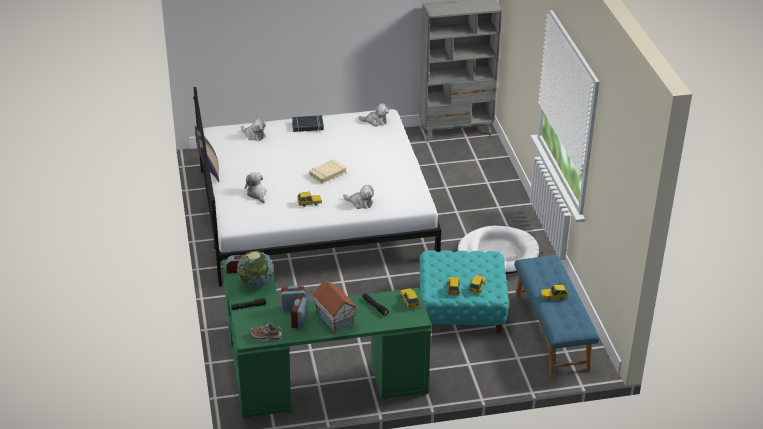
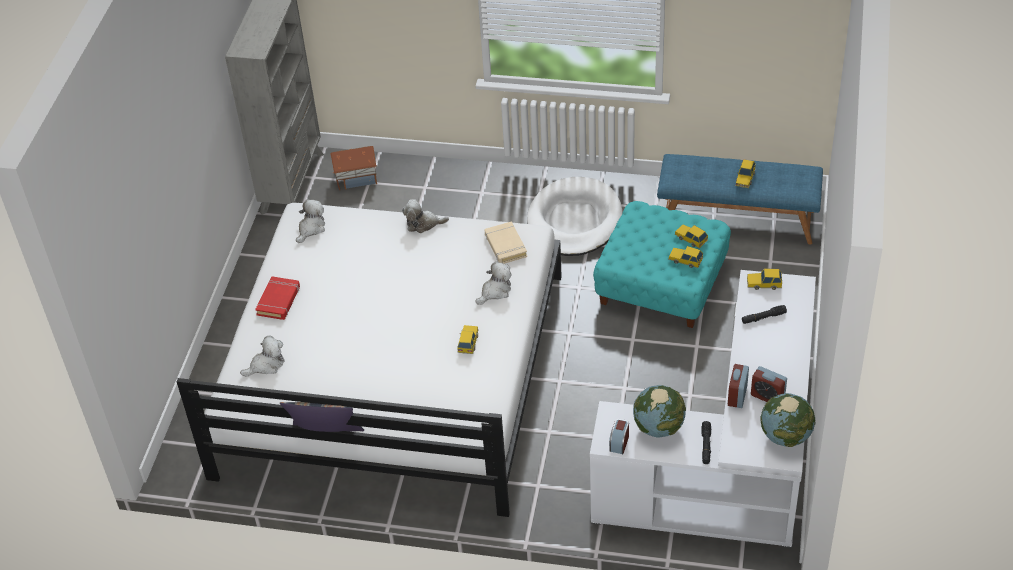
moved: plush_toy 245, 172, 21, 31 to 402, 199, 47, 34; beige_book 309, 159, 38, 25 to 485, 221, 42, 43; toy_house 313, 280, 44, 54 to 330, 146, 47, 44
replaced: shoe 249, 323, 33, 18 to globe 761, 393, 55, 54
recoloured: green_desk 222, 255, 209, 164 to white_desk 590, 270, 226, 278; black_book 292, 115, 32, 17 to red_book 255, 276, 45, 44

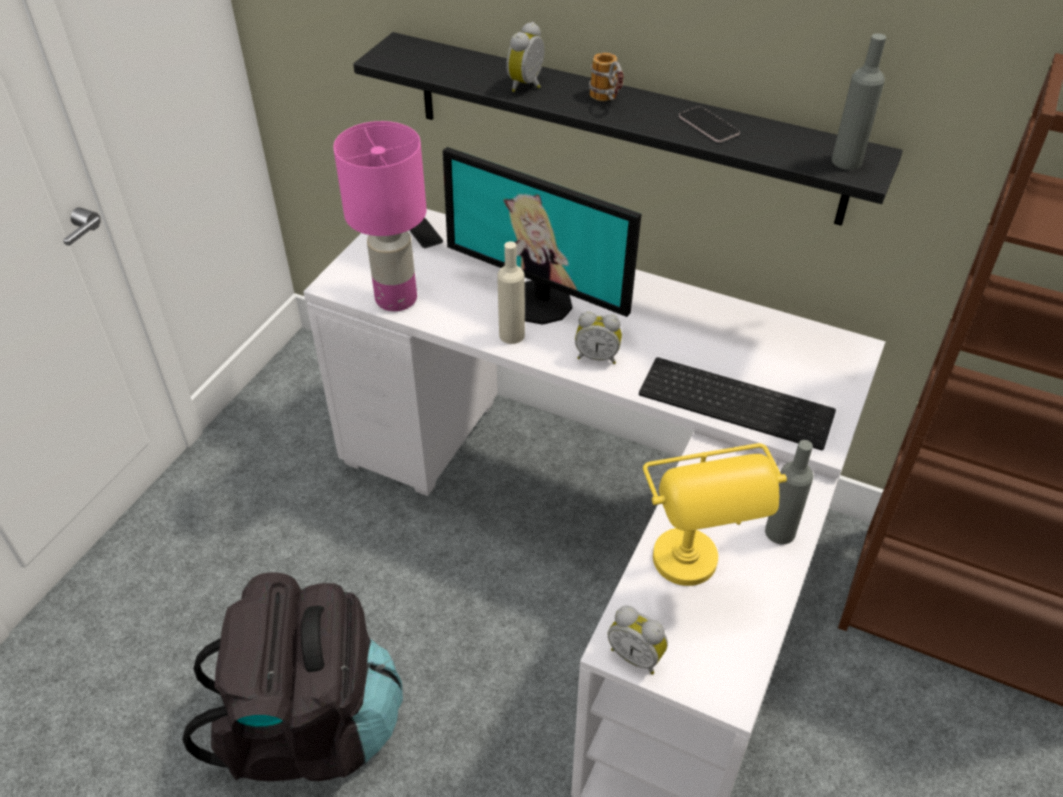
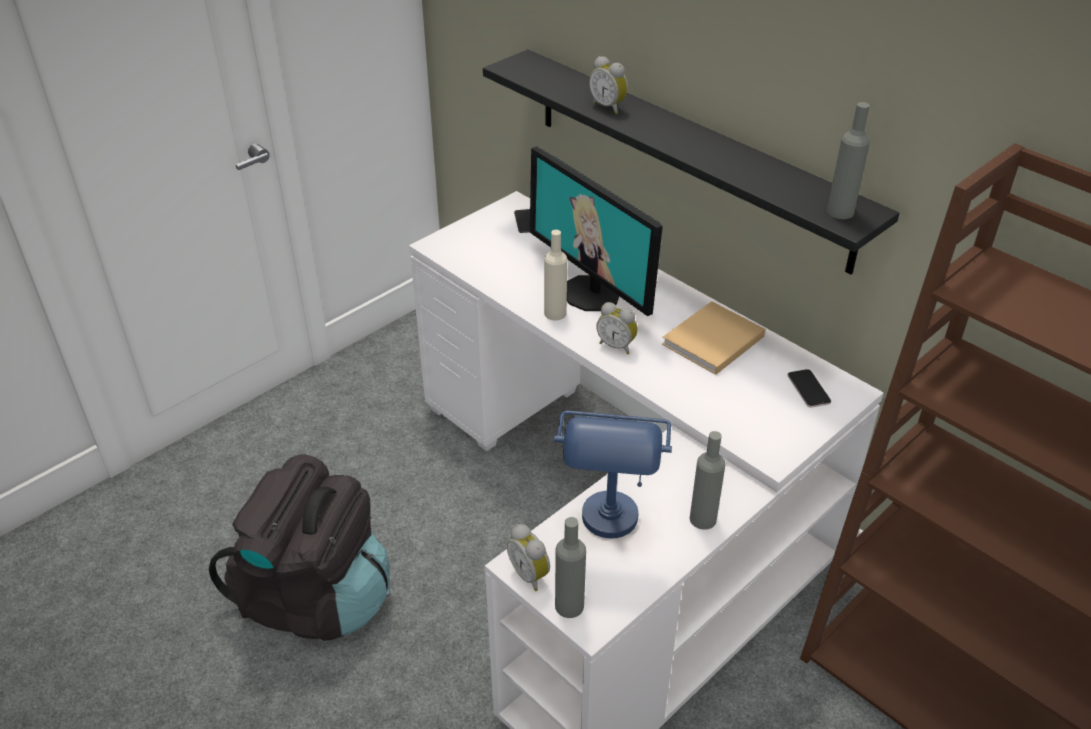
removed: pink_table_lamp 333, 121, 94, 190; mug 589, 53, 35, 48; keyboard 639, 357, 197, 93
added: grey_bottle 555, 517, 31, 101; beige_book 662, 301, 103, 74
moved: phone 679, 106, 61, 36 to 787, 369, 44, 39
recoloured: yellow_table_lamp 643, 443, 144, 143 to blue_table_lamp 554, 410, 118, 128
turned: alarm_clock 506, 22, 38, 70 = 589, 56, 39, 58 90 degrees counterclockwise

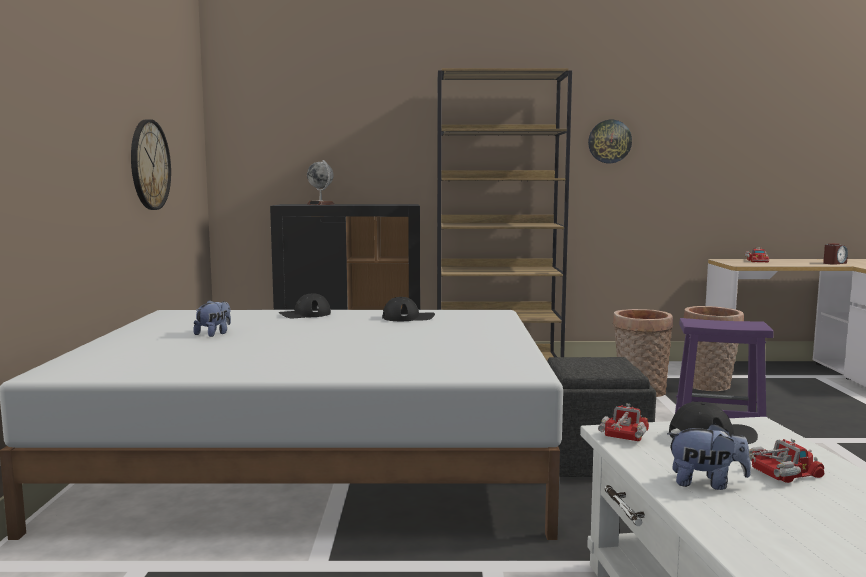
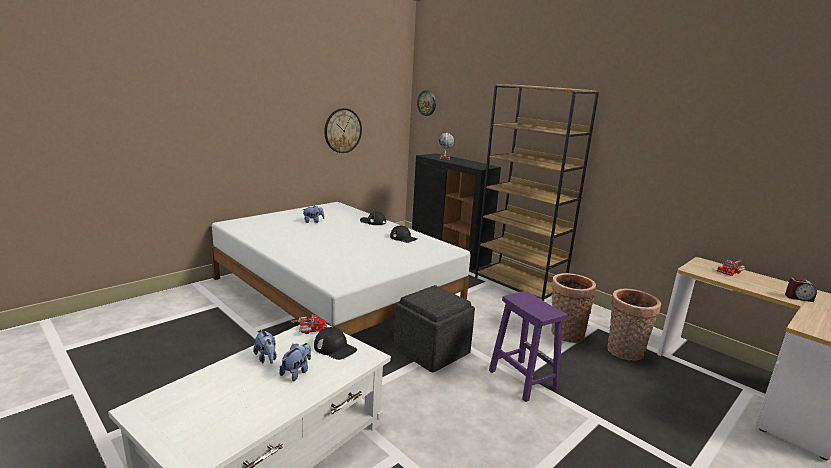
moved: wall_clock 588, 120, 44, 43 to 417, 90, 19, 26
replaced: toy_truck 749, 439, 76, 44 to plush_toy 279, 343, 32, 38

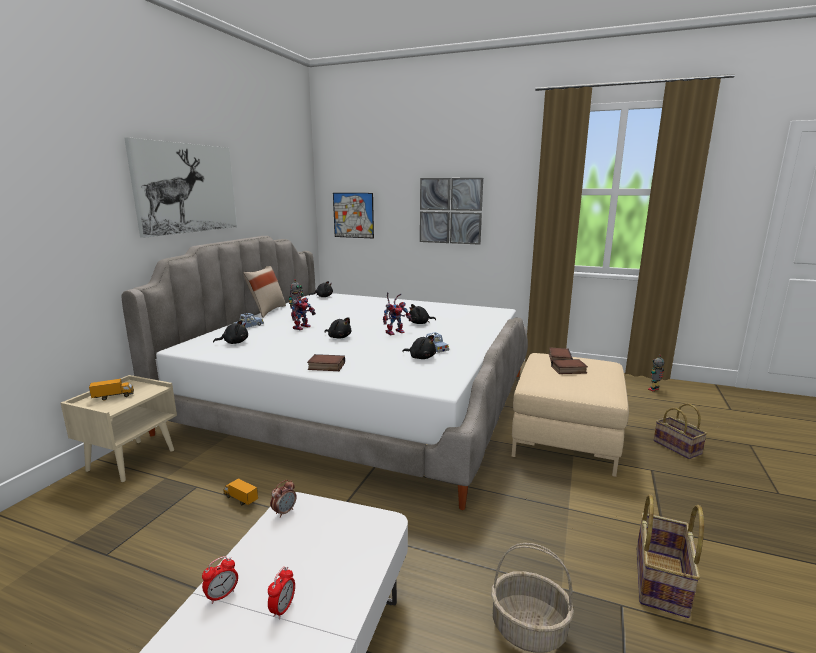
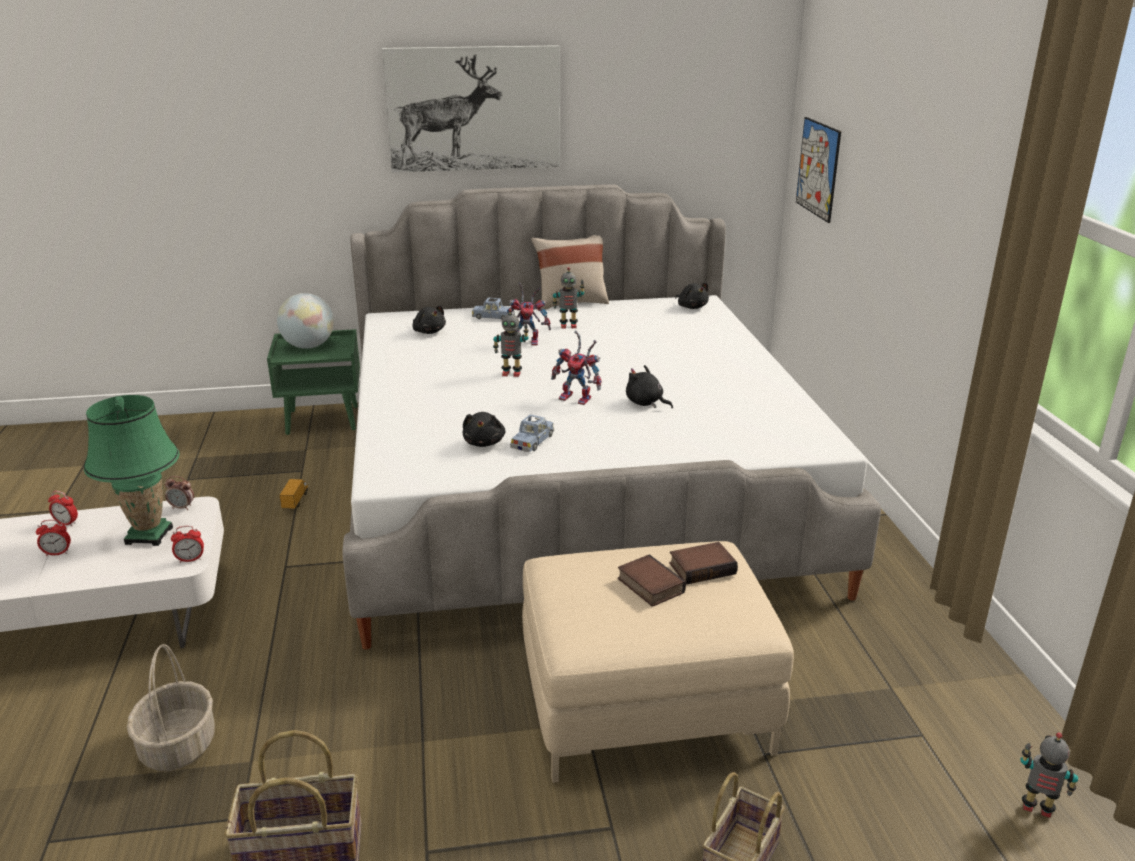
removed: book 307, 354, 38, 17; picture 420, 178, 63, 67
added: green_table_lamp 84, 395, 96, 151; alarm_clock 171, 526, 33, 37
replaced: toy_truck 89, 379, 45, 22 to globe 277, 293, 57, 56; black_plush_toy 324, 317, 27, 22 to toy_robot 493, 308, 36, 69
recoloured: beige_nightstand 61, 375, 116, 107 to green_nightstand 267, 329, 93, 106

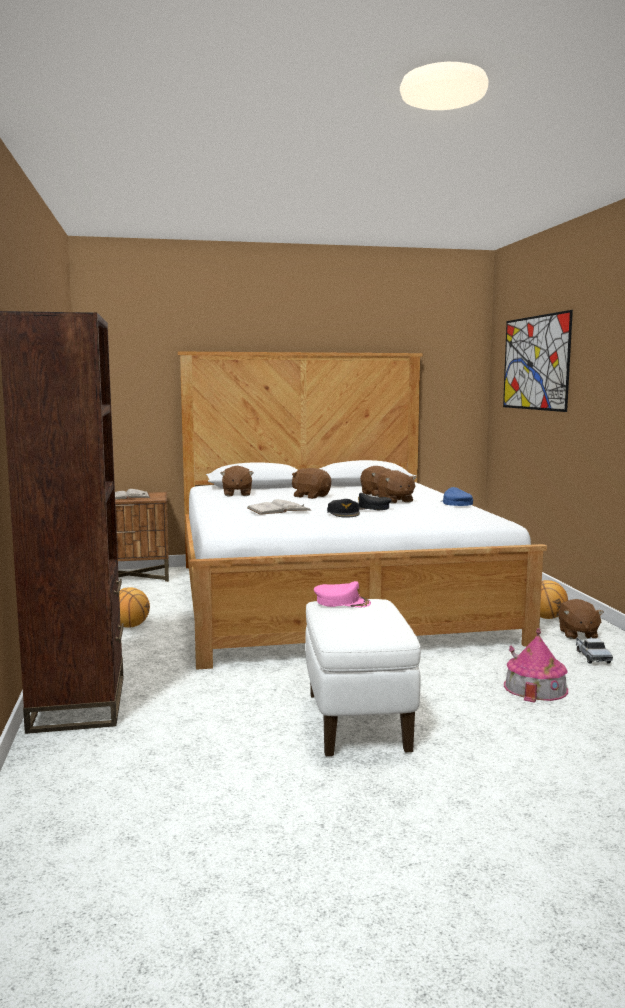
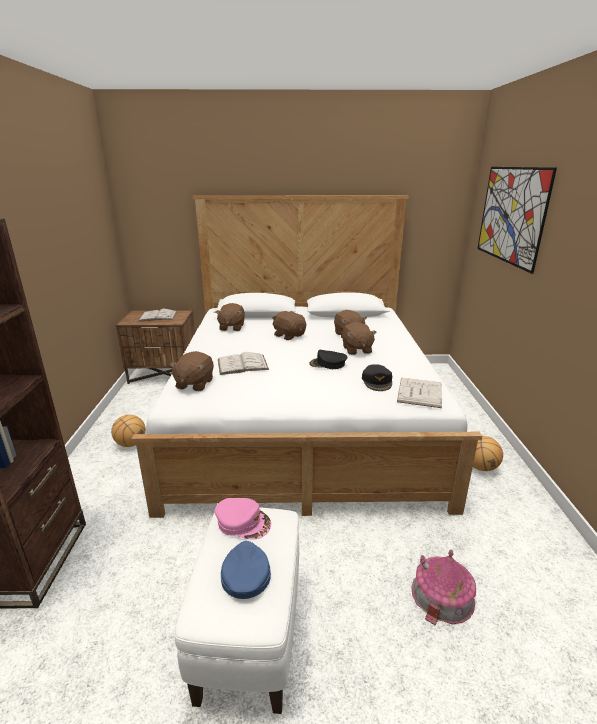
removed: toy_truck 576, 637, 37, 27
added: white_book 397, 378, 45, 30
moved: black_cap 327, 499, 33, 19 to 362, 364, 30, 27; blue_cap 441, 487, 32, 19 to 221, 541, 50, 58; brown_plush_toy 558, 599, 46, 40 to 169, 351, 45, 40

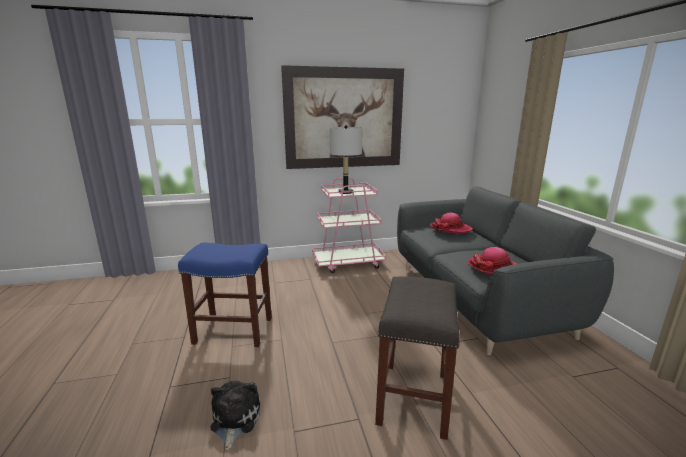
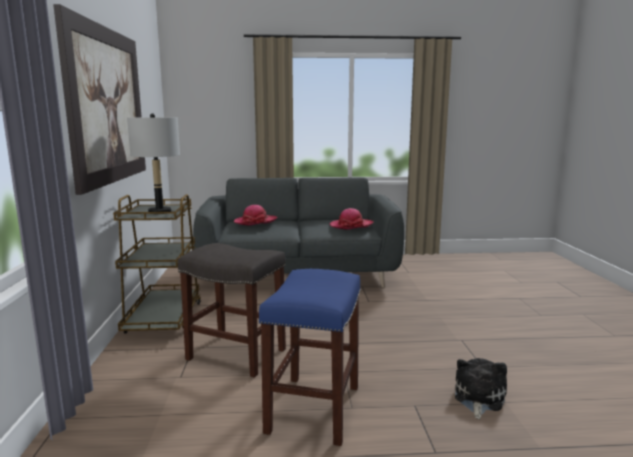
moved: grey_stool 375, 276, 85, 164 to 178, 243, 108, 135
recoloured: pink_cart 312, 177, 74, 96 to brown_cart 113, 194, 88, 139
turned: plush_toy 210, 380, 50, 70 = 455, 358, 52, 61 105 degrees clockwise

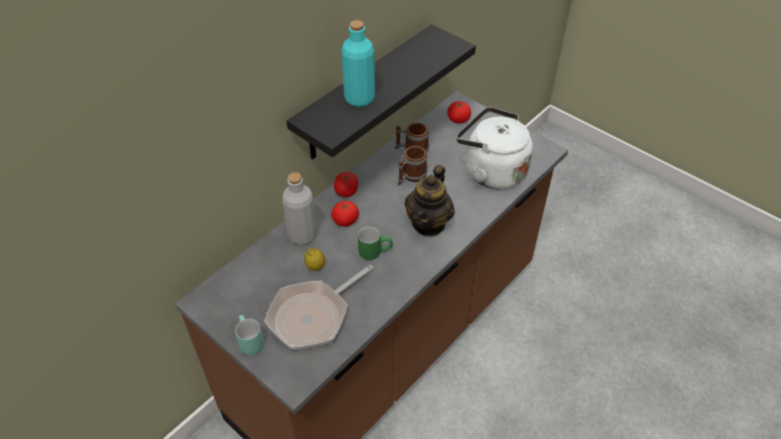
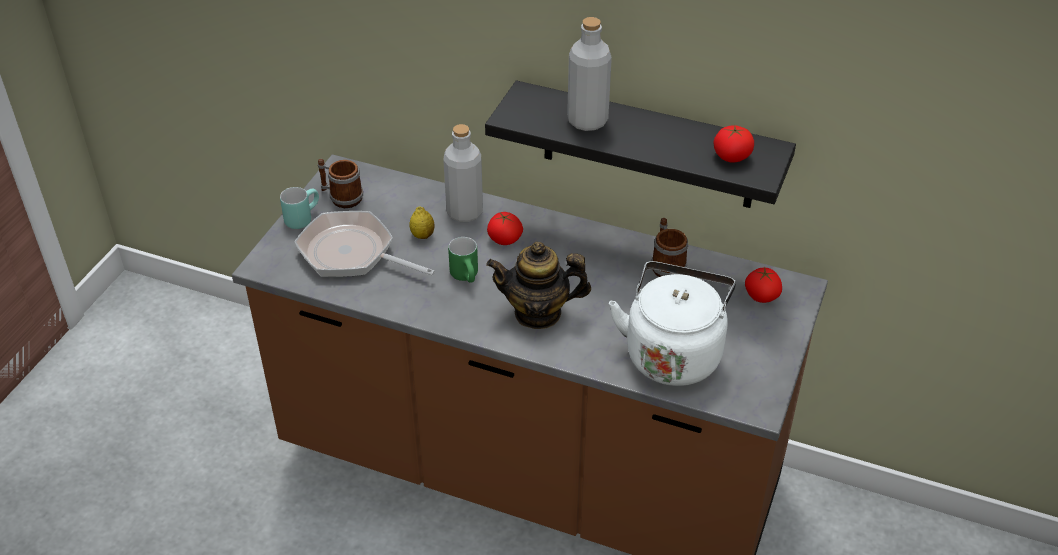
moved: tomato 334, 172, 24, 25 to 713, 125, 41, 38; mug 398, 146, 29, 39 to 318, 159, 45, 49
recoloured: turquoise_bottle 341, 20, 34, 87 to grey_bottle 567, 17, 45, 114

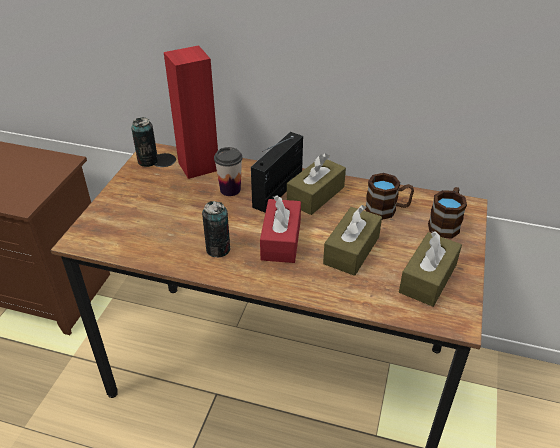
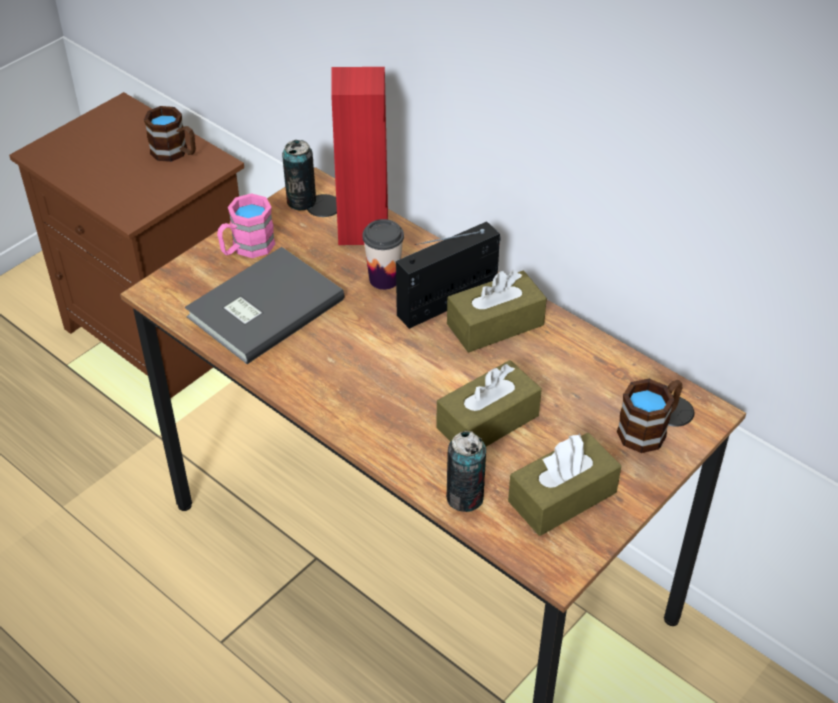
removed: red_tissue_box 260, 195, 41, 68
added: grey_book 185, 247, 160, 117; pink_mug 217, 193, 58, 65
moved: can 202, 201, 29, 56 to 446, 431, 40, 81; brown_mug 365, 173, 49, 47 to 144, 106, 52, 56

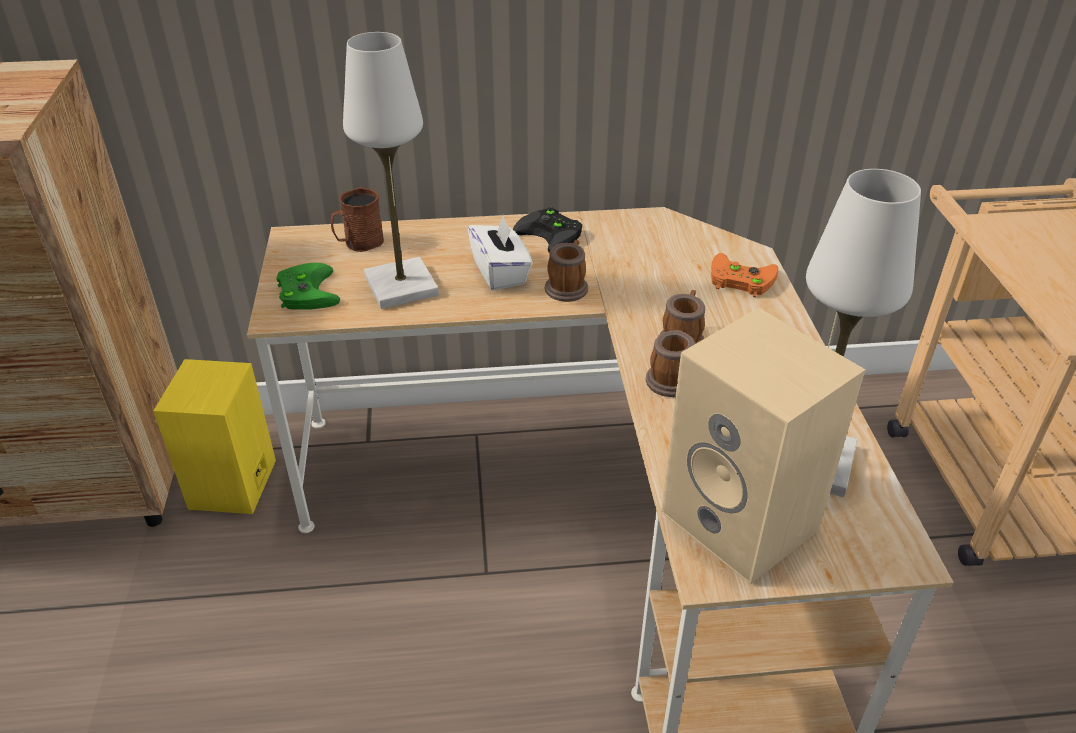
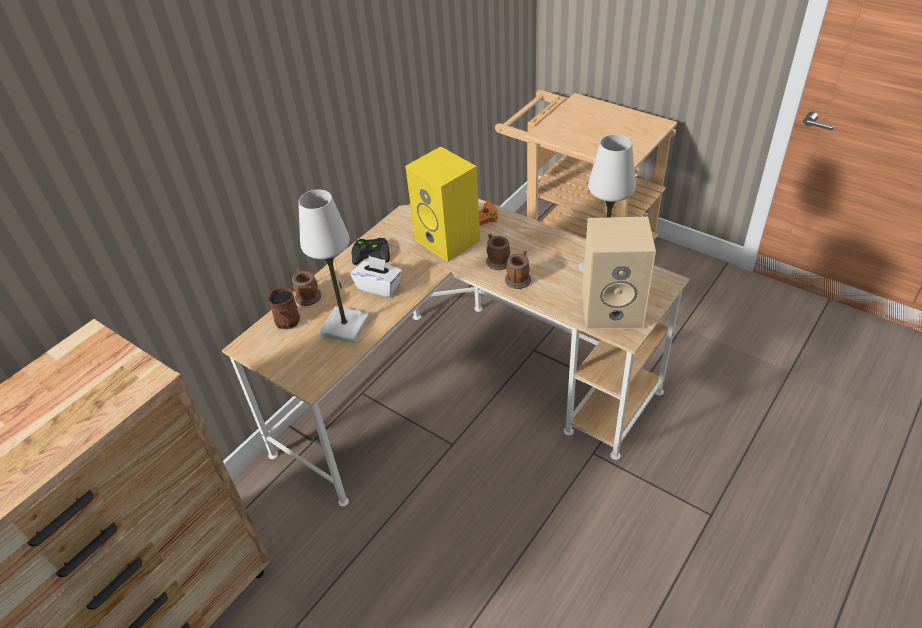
removed: green_game_controller 276, 263, 64, 47
moved: yellow_speaker 153, 359, 123, 155 to 405, 146, 75, 116; mug 545, 240, 43, 62 to 292, 268, 29, 38

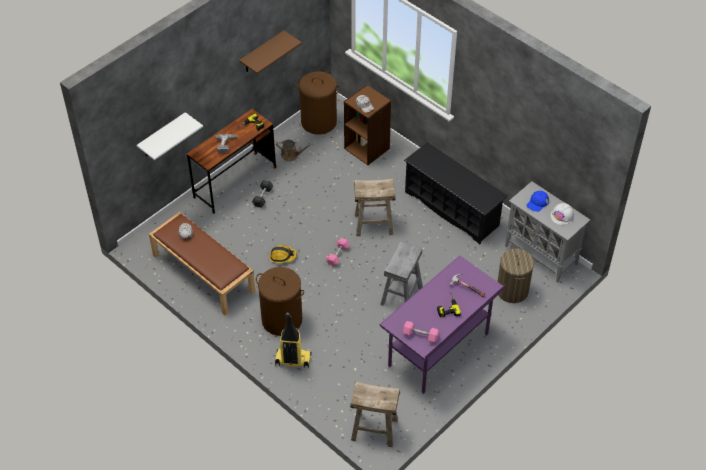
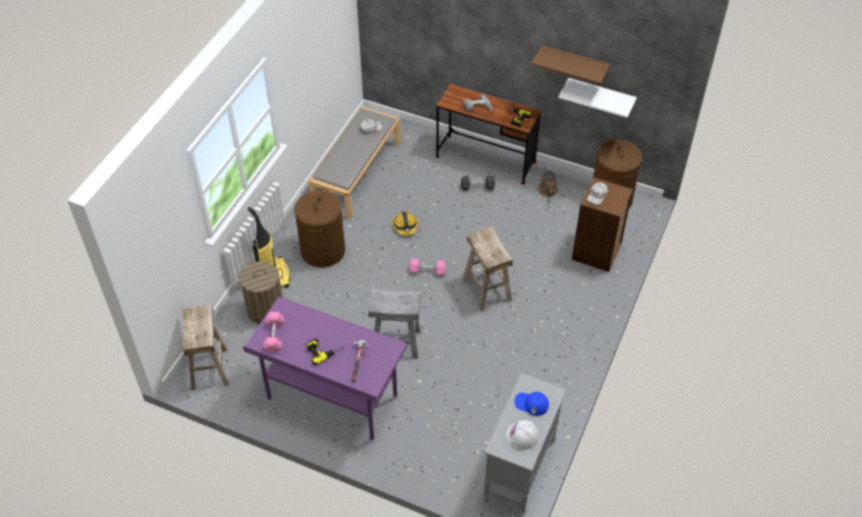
removed: black_shoe_rack 404, 142, 104, 102
moved: white_shelf 137, 112, 66, 48 to 558, 78, 79, 40; laundry_basket 497, 247, 37, 56 to 236, 261, 47, 63
recoloured: brown_bench 149, 212, 106, 103 to grey_bench 308, 106, 92, 114

